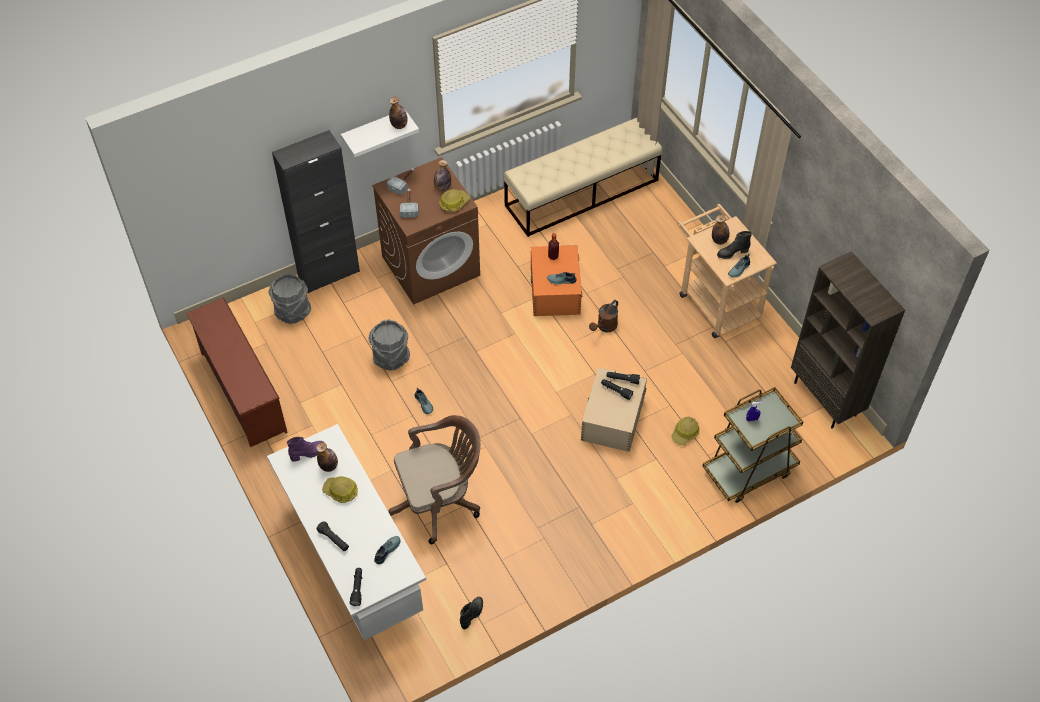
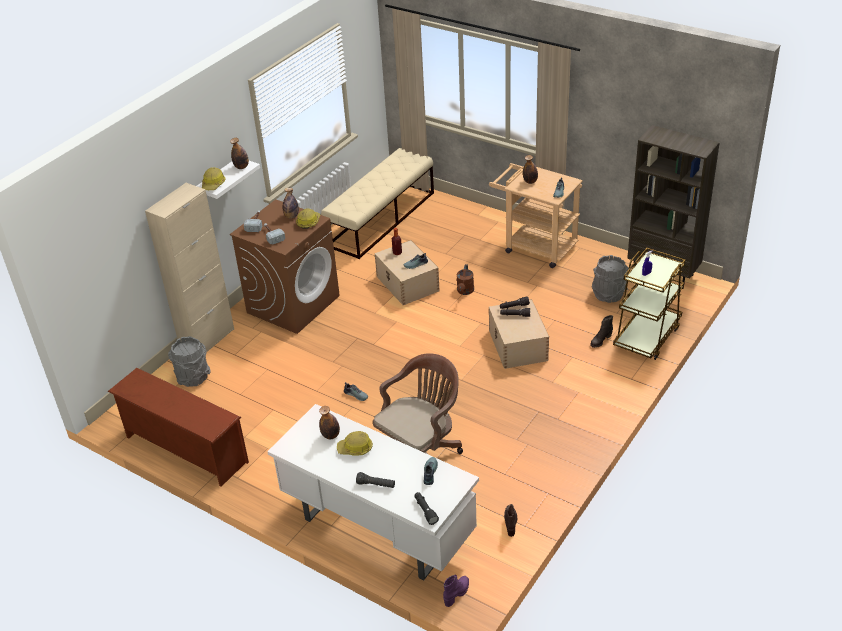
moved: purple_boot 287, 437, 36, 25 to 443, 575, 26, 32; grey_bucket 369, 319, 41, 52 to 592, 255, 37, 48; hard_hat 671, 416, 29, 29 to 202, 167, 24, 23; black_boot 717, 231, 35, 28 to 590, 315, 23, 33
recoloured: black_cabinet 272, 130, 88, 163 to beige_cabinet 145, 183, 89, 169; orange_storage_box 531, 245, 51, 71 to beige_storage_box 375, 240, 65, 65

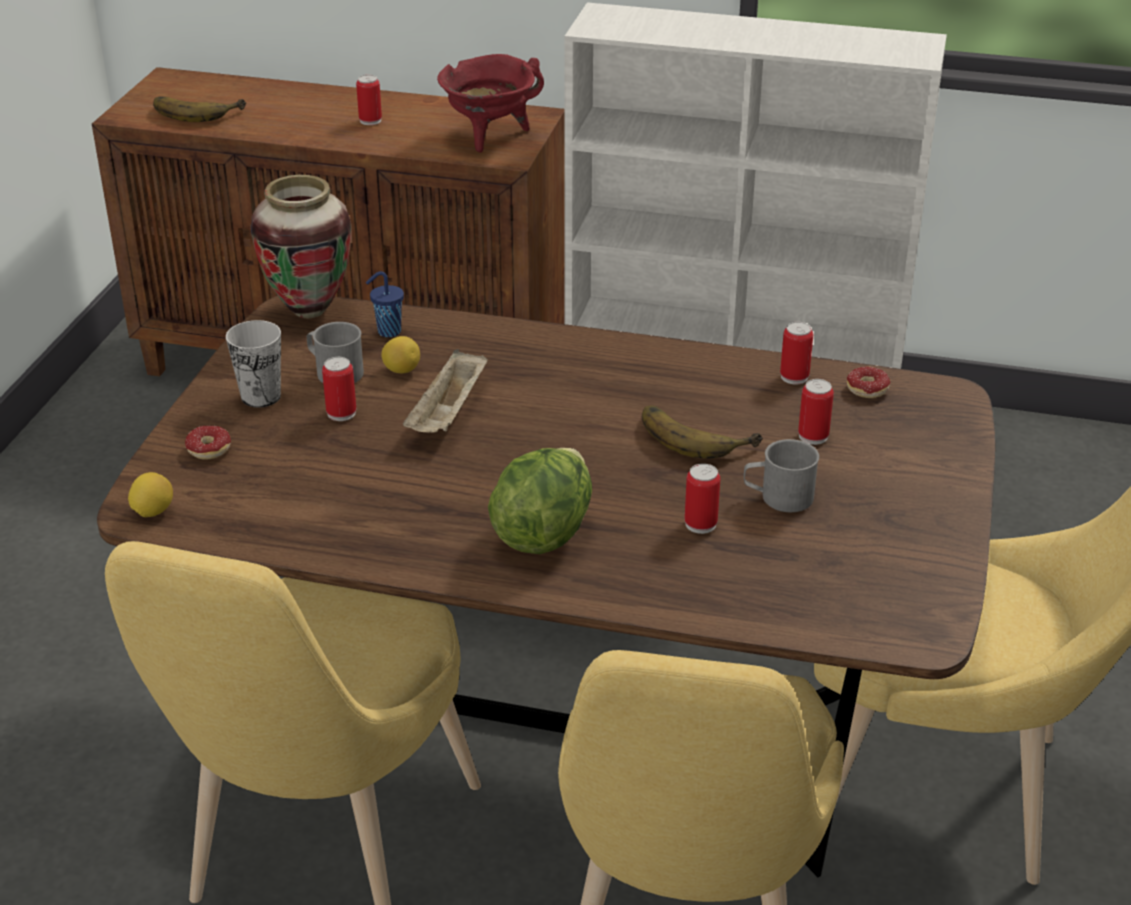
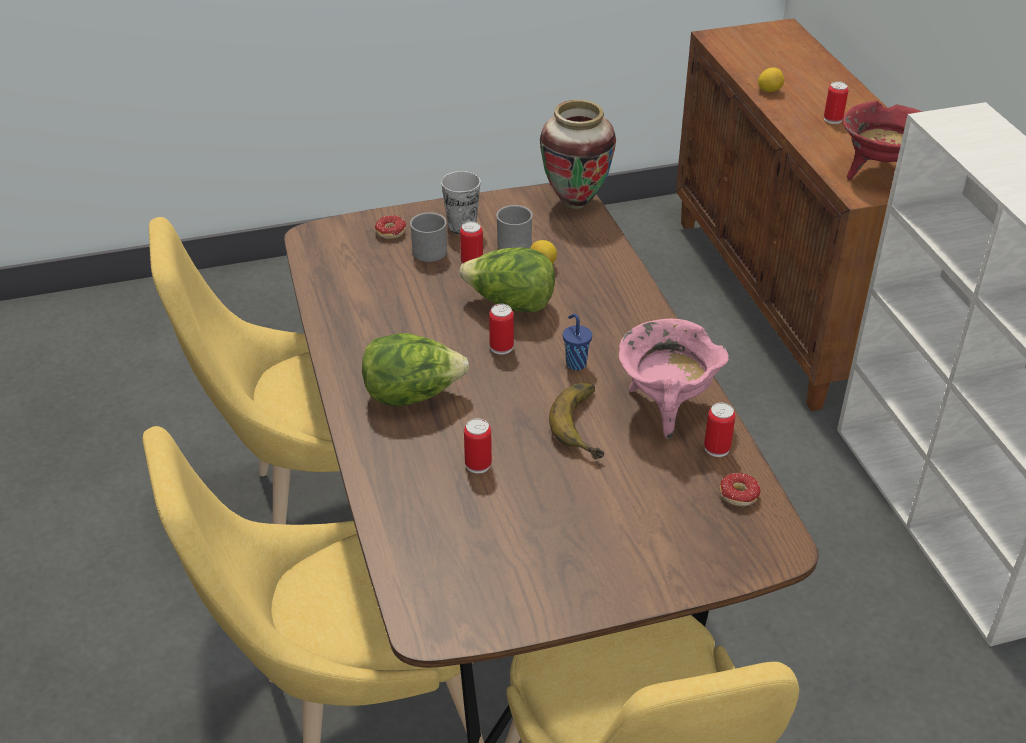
removed: banana 153, 96, 93, 26
added: pink_cooking_pot 619, 318, 109, 121
moved: lemon 128, 472, 45, 45 to 758, 67, 26, 25; blue_cup 366, 271, 38, 66 to 563, 314, 29, 56; grey_mug 744, 439, 75, 73 to 410, 212, 37, 50; can 798, 379, 36, 66 to 489, 304, 25, 51
replaced: beige_tray 403, 349, 85, 84 to lettuce 459, 247, 96, 66

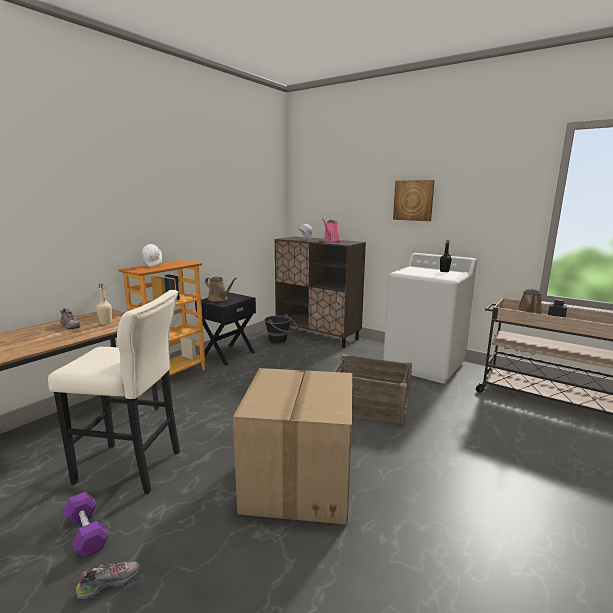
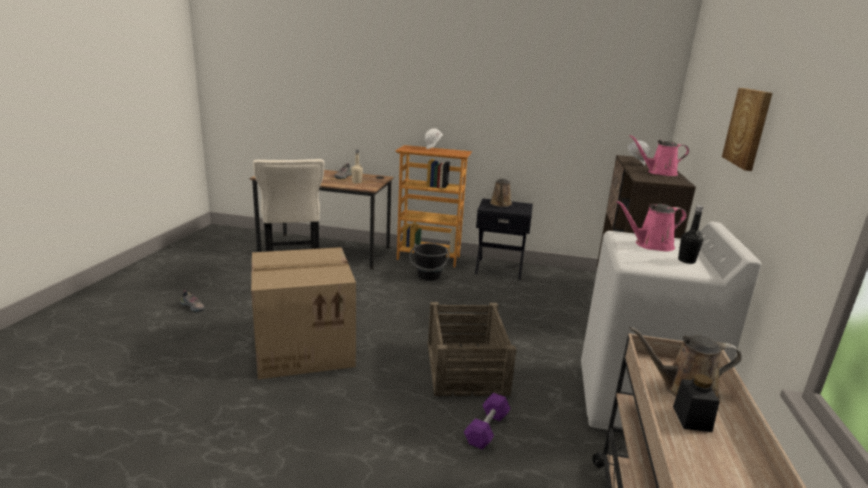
added: pink_watering_can 616, 200, 71, 51
moved: purple_dumbbell 63, 492, 46, 66 to 464, 393, 47, 56; black_bucket 264, 314, 33, 29 to 409, 243, 40, 37

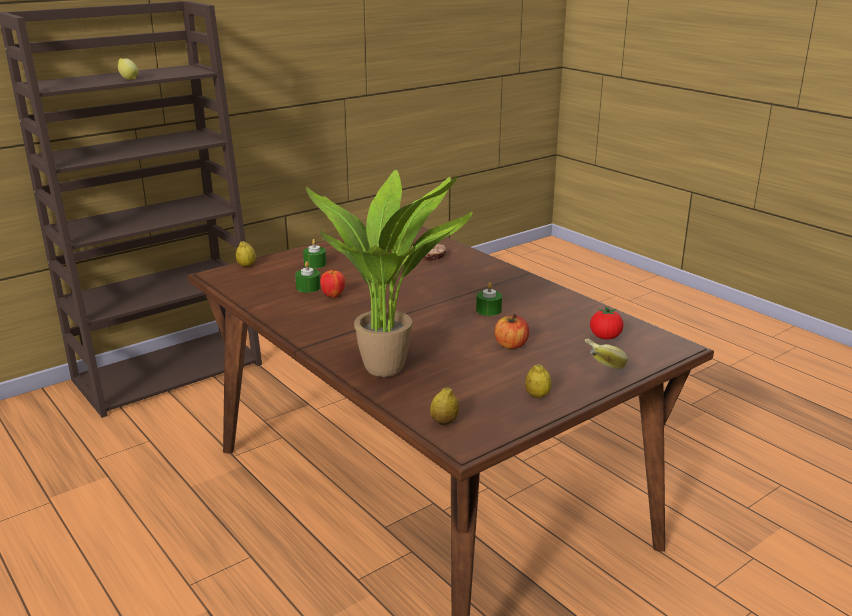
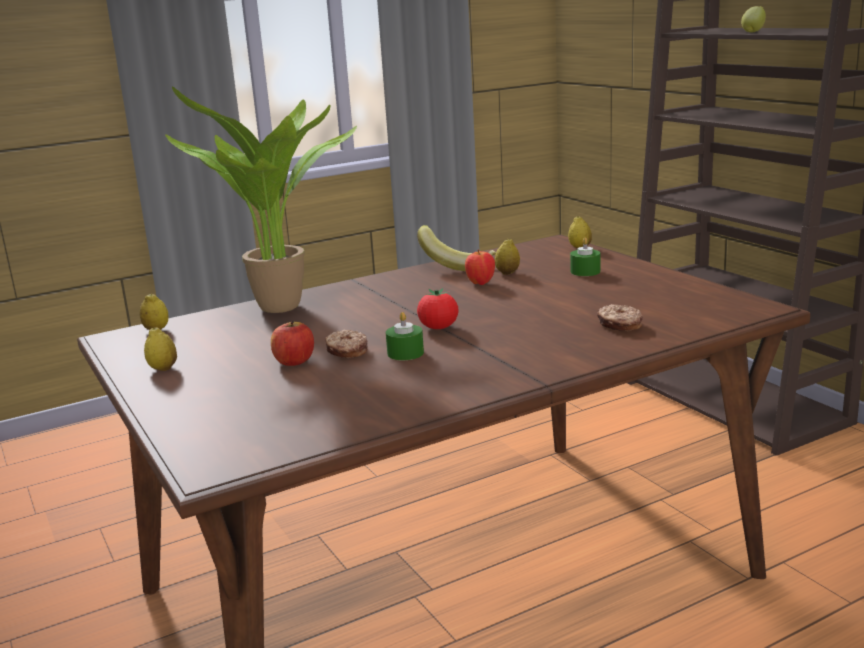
added: donut 325, 329, 43, 29
moved: banana 585, 339, 43, 30 to 417, 225, 79, 46; tomato 590, 306, 34, 34 to 417, 288, 42, 41
replaced: green_candle 295, 261, 25, 32 to lemon 495, 239, 25, 36

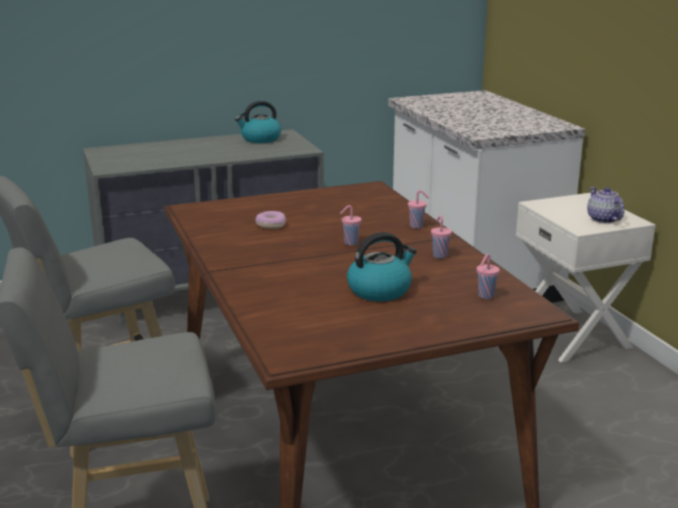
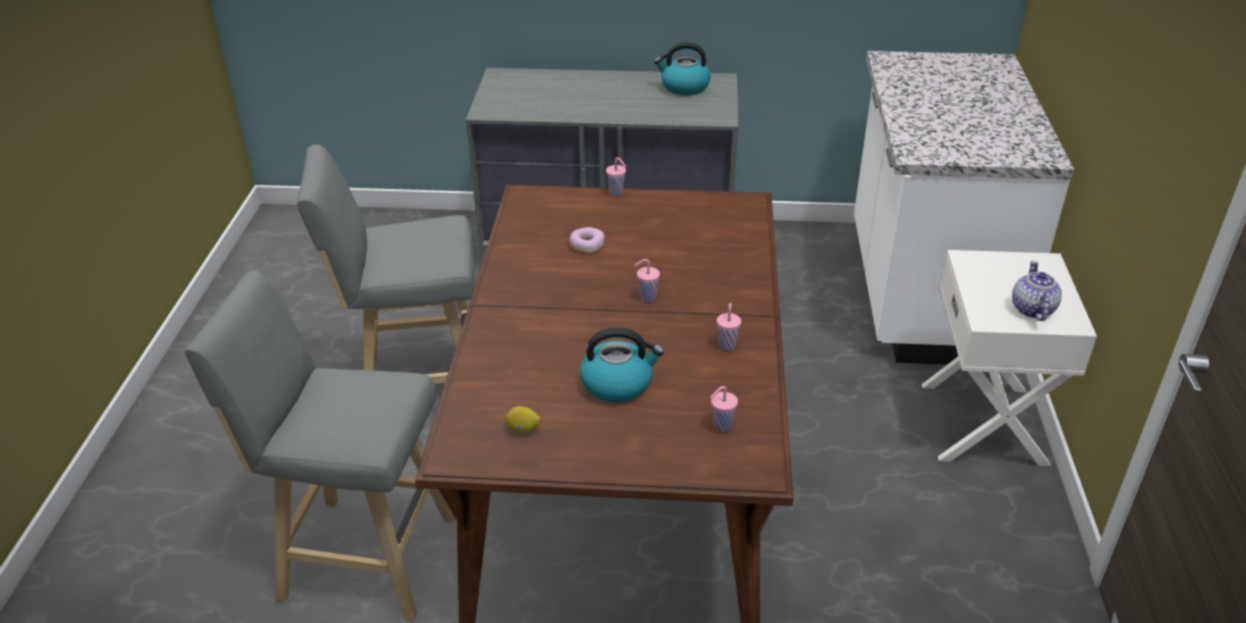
added: lemon 506, 406, 35, 27
moved: pink_cup 408, 190, 21, 39 to 606, 157, 20, 39

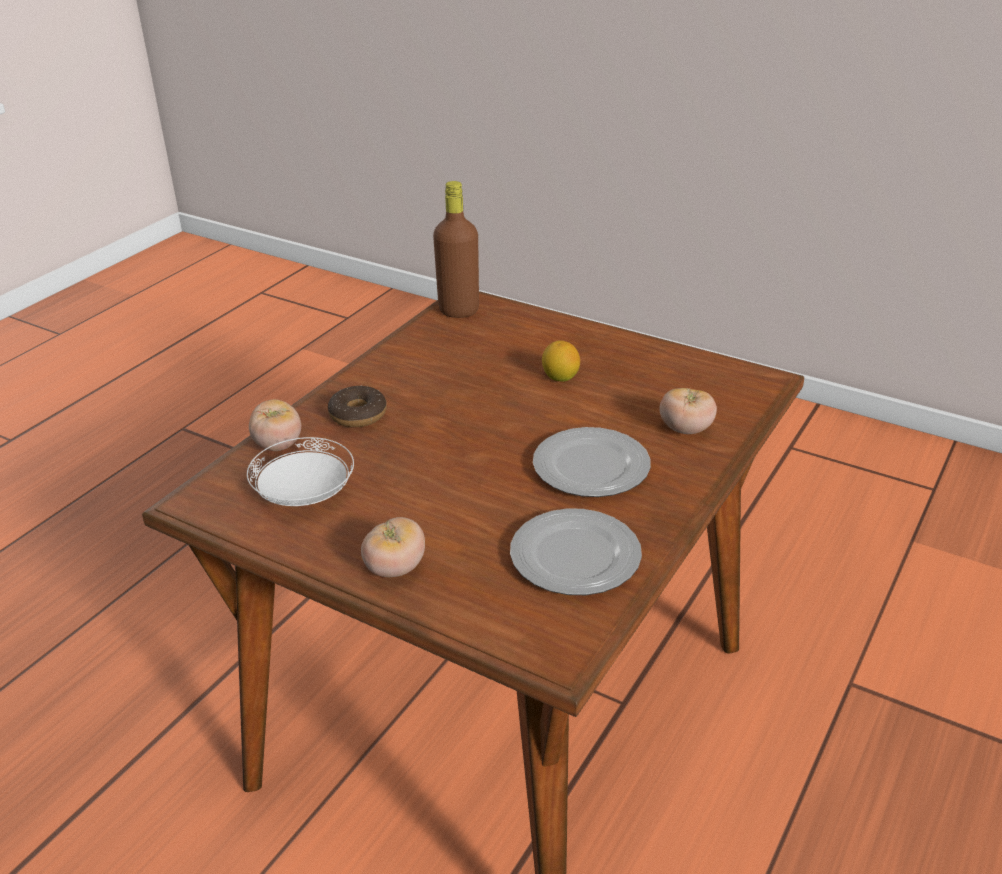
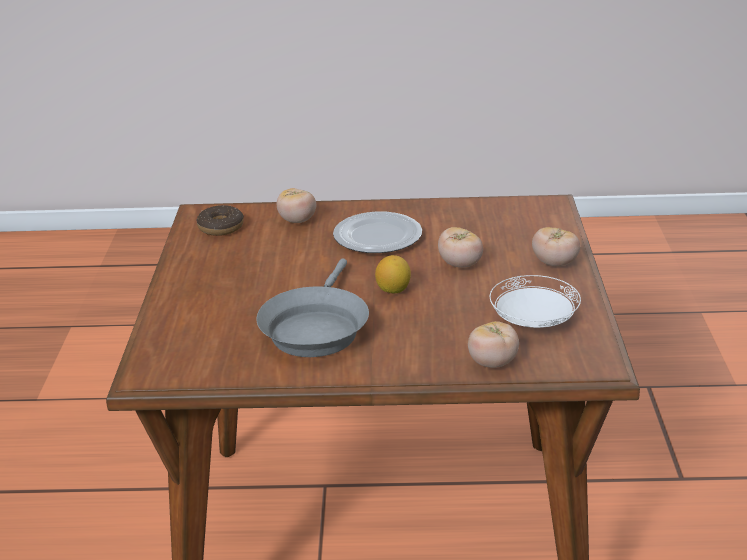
removed: brown_bottle 433, 181, 46, 137; plate 510, 508, 132, 87
added: grey_frying_pan 256, 258, 113, 99; tomato 438, 227, 45, 41
moved: donut 328, 386, 59, 41 to 197, 205, 47, 31; lemon 542, 341, 38, 41 to 375, 255, 36, 38

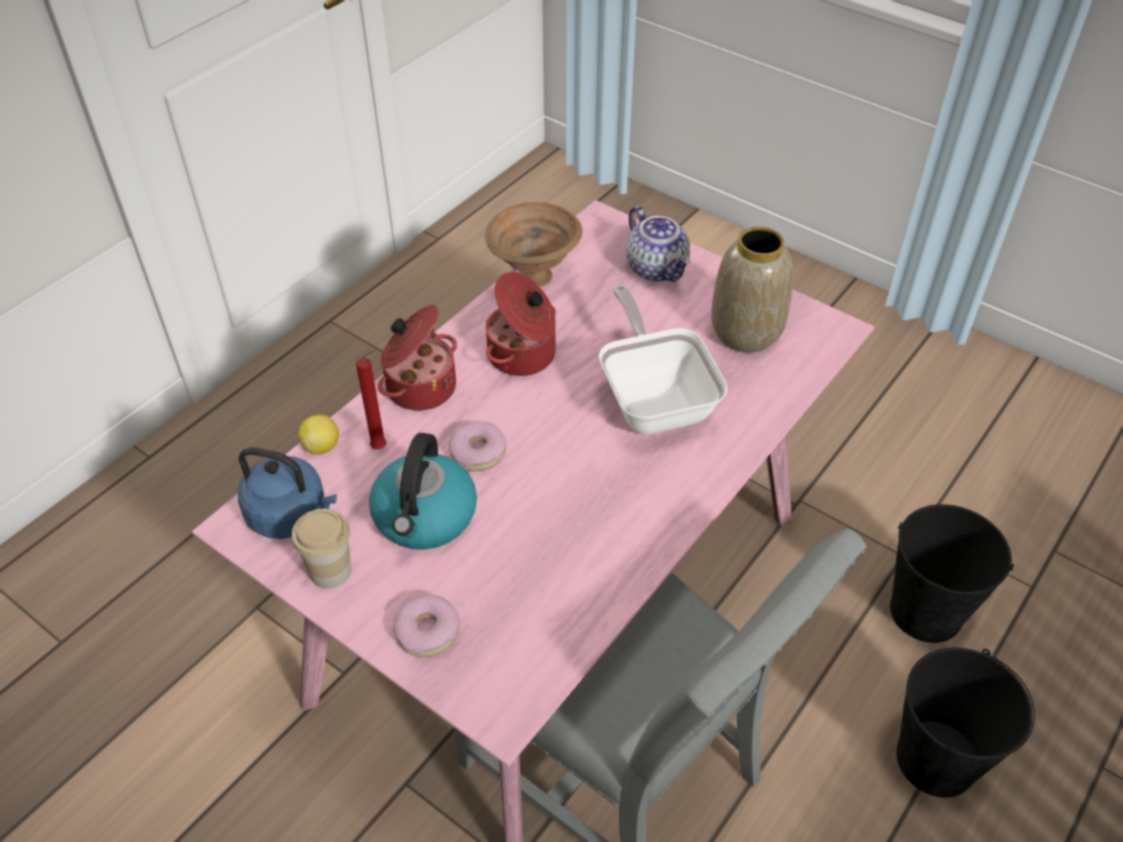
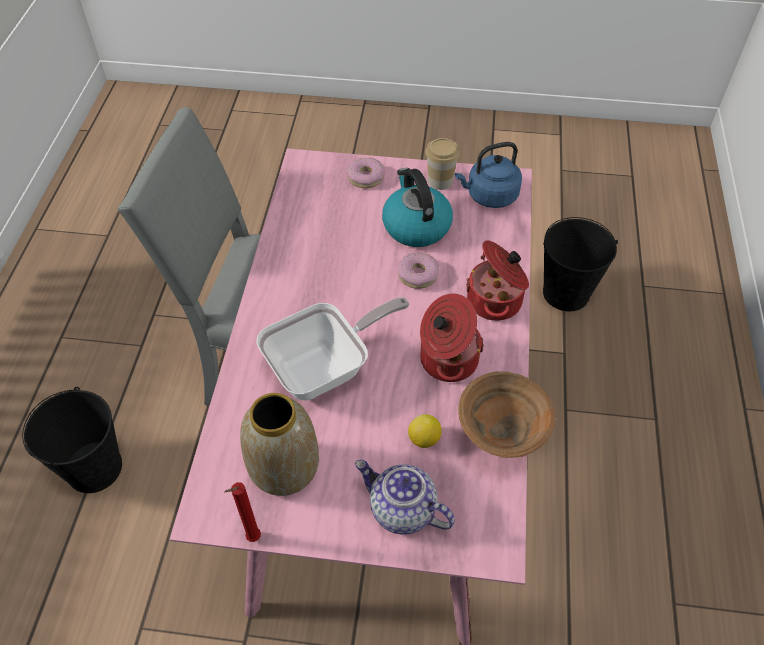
moved: lemon 299, 415, 40, 39 to 408, 414, 34, 34; red_candle 356, 349, 31, 101 to 224, 482, 37, 60; black_bucket 890, 504, 124, 139 to 543, 217, 75, 94
turned: frying_pan 599, 286, 129, 148 = 256, 297, 154, 103 75 degrees counterclockwise

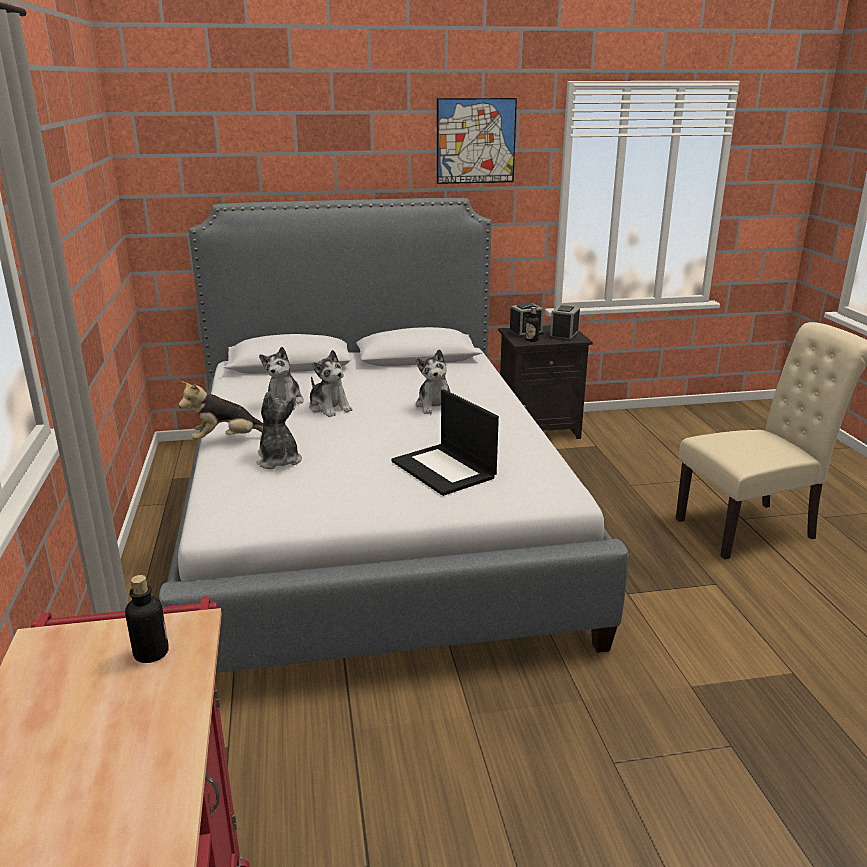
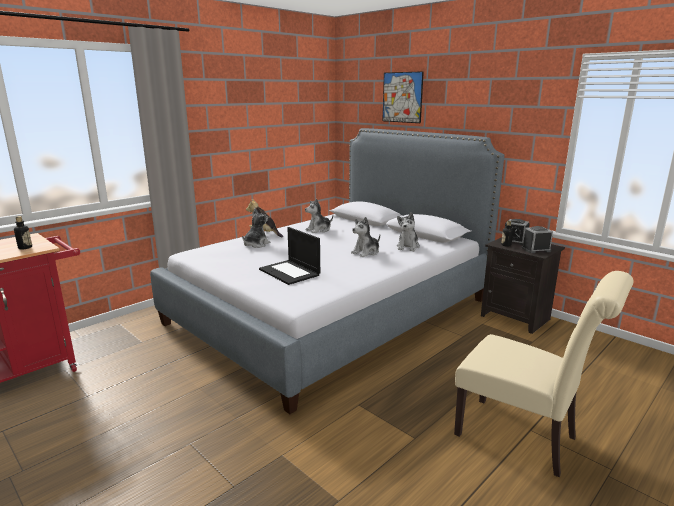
moved: plush_toy 309, 350, 44, 67 to 397, 212, 23, 39; picture 437, 98, 80, 86 to 382, 71, 42, 52
turned: laptop 391, 389, 108, 107 = 259, 227, 61, 58 60 degrees counterclockwise

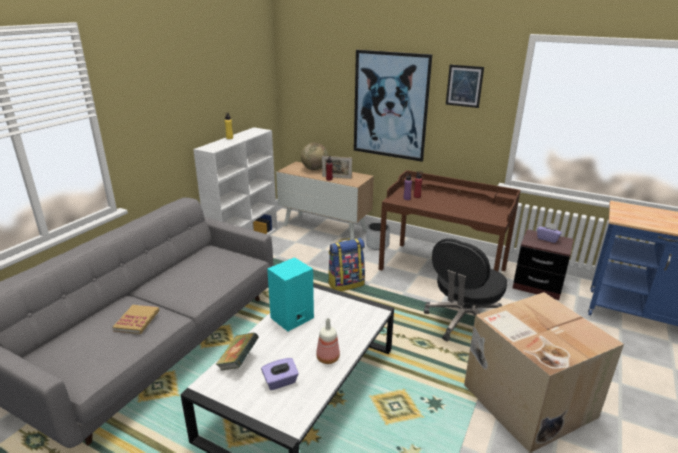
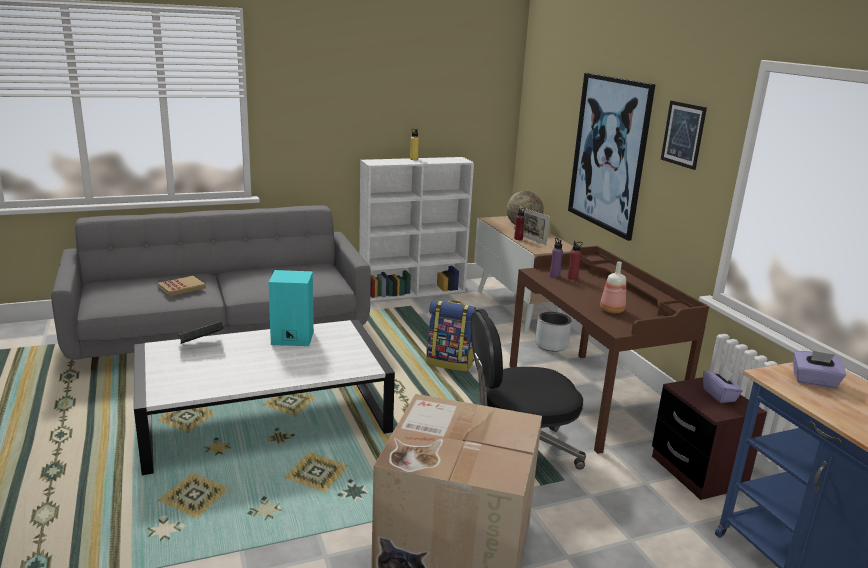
moved: purple_tissue_box 261, 358, 38, 32 to 793, 351, 53, 37; bottle 316, 318, 24, 46 to 600, 261, 26, 52

